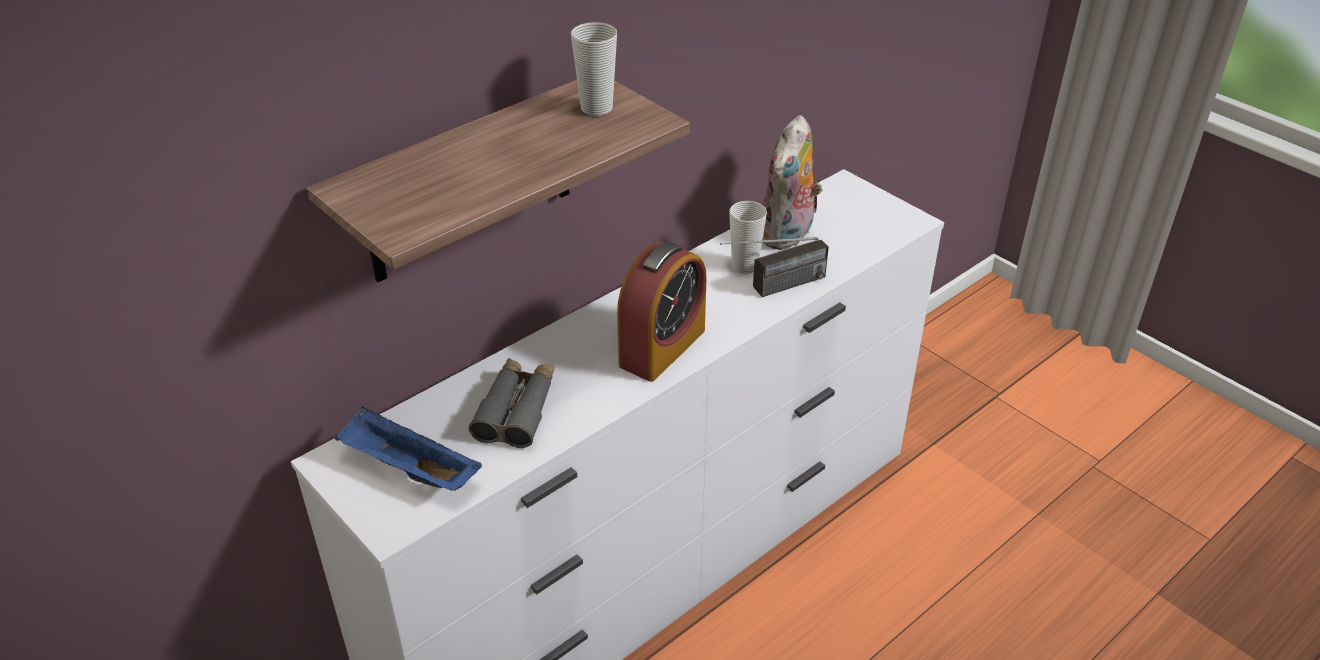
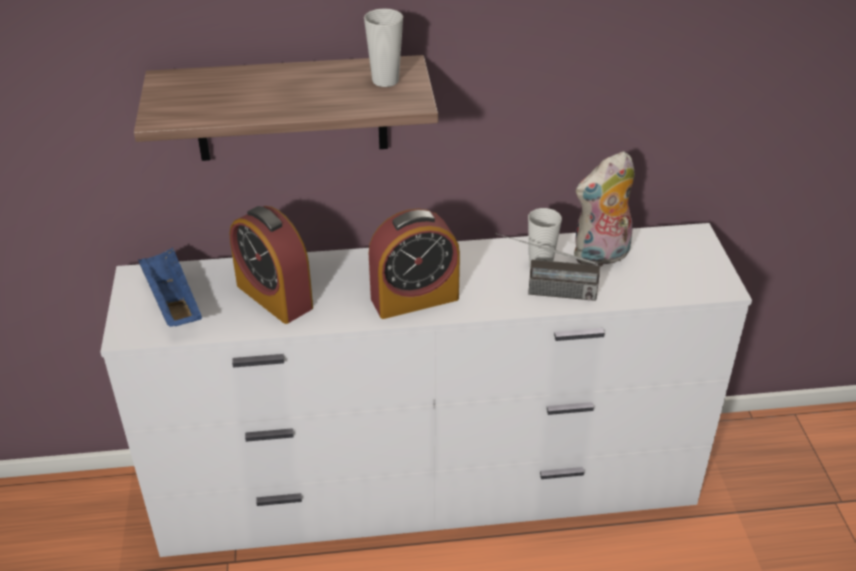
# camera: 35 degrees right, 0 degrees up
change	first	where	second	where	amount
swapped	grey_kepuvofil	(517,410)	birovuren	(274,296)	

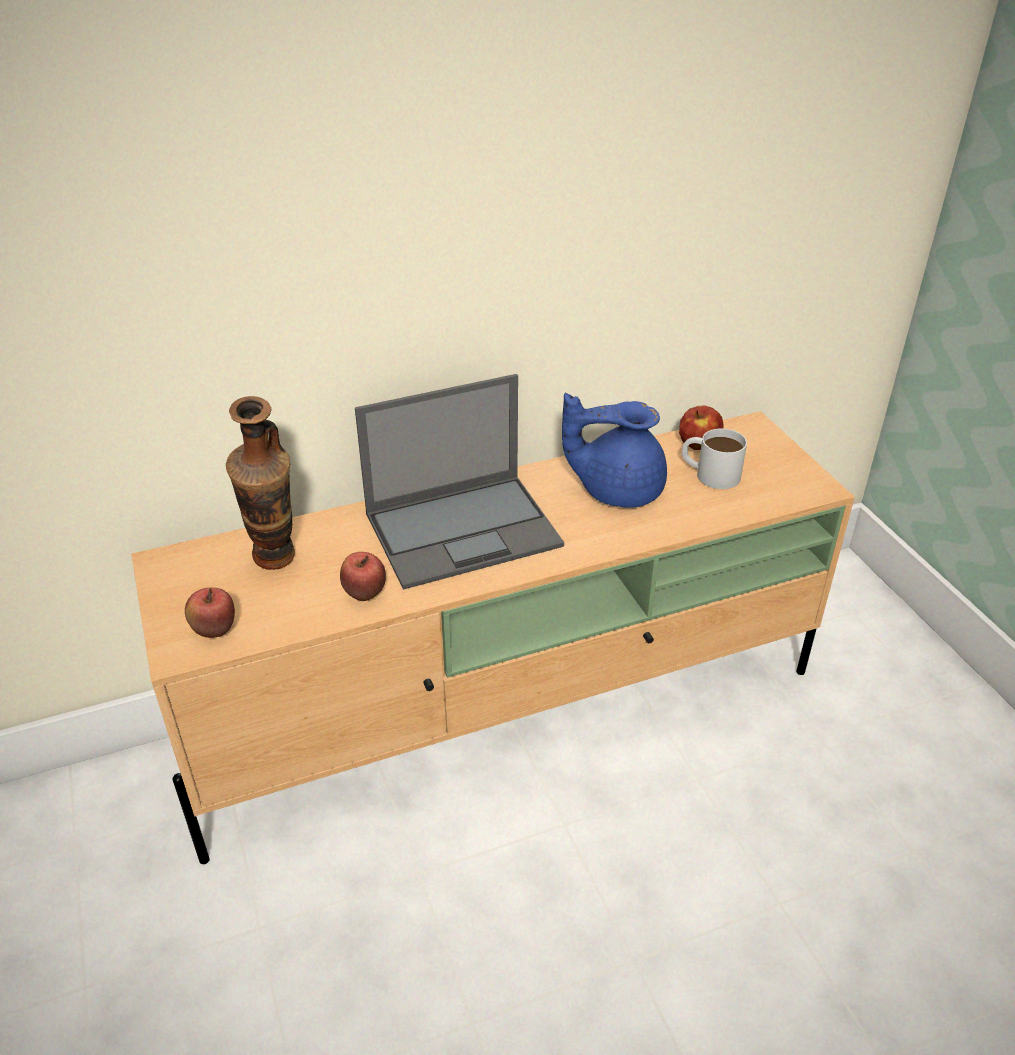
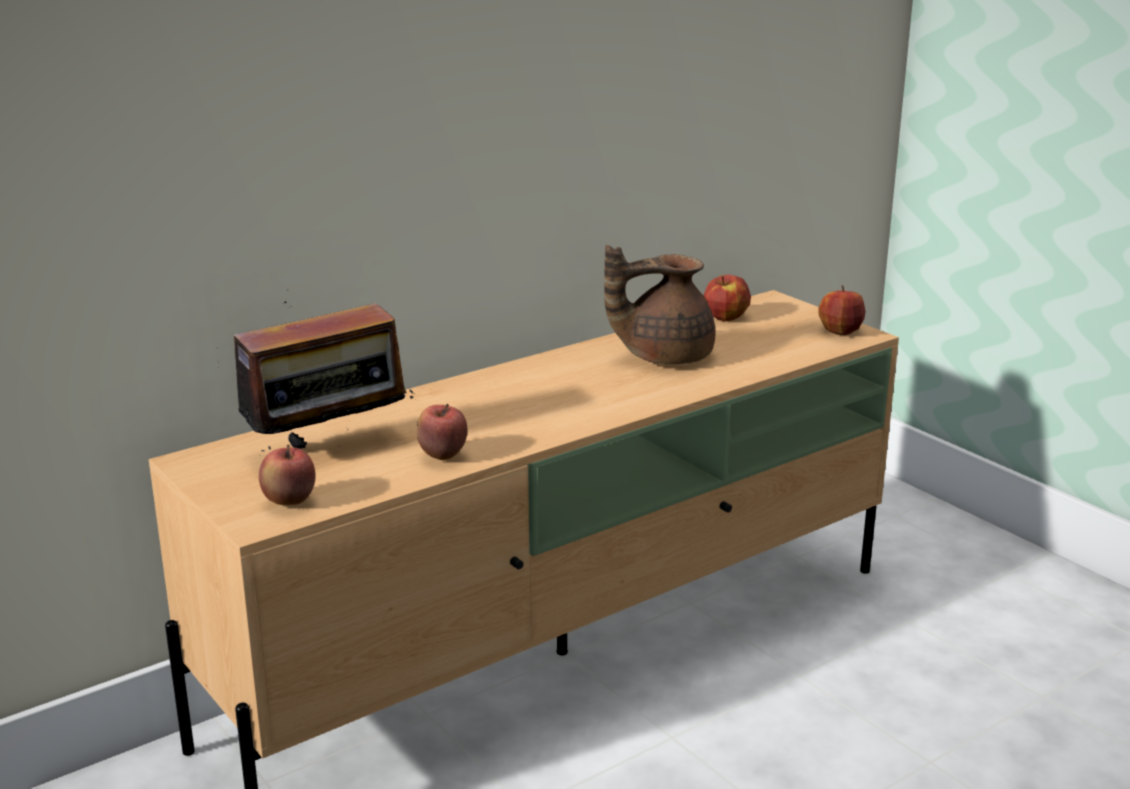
# camera: 15 degrees left, 15 degrees down
change	first	where	second	where	amount
gone	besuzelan	(465,529)			
gone	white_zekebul	(709,473)			
new			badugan	(840,332)	
swapped	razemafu	(277,566)	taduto	(329,448)	
repainted	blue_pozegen	(617,489)	brown_pozegen	(662,356)	

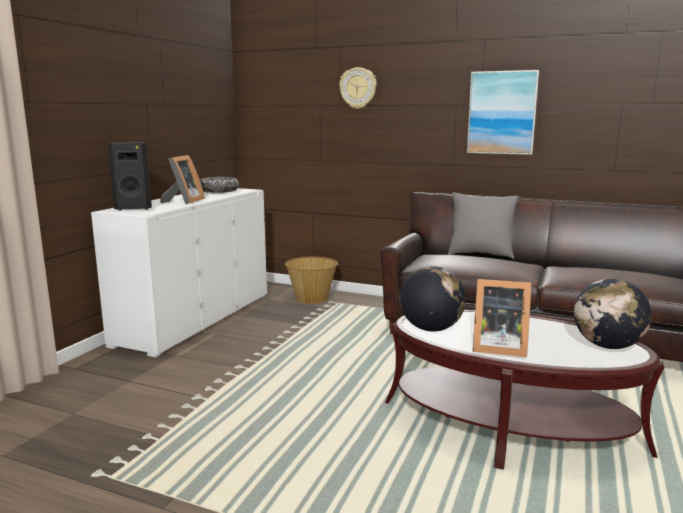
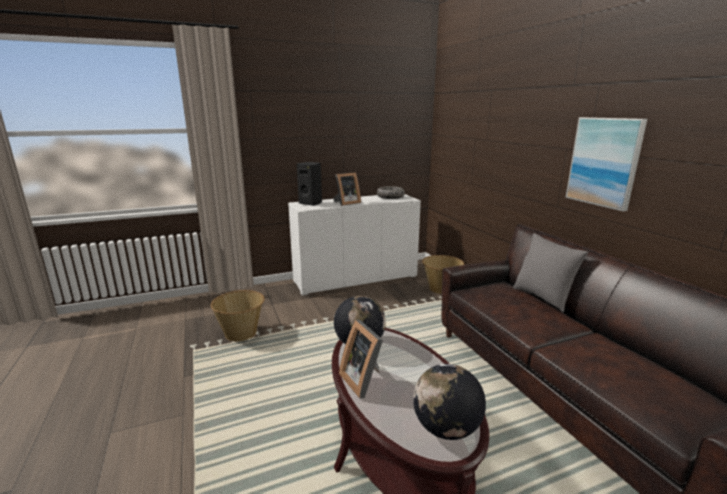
# camera: 45 degrees right, 5 degrees up
change	first	where	second	where	amount
gone	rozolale	(358,88)			
new			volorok	(241,333)	

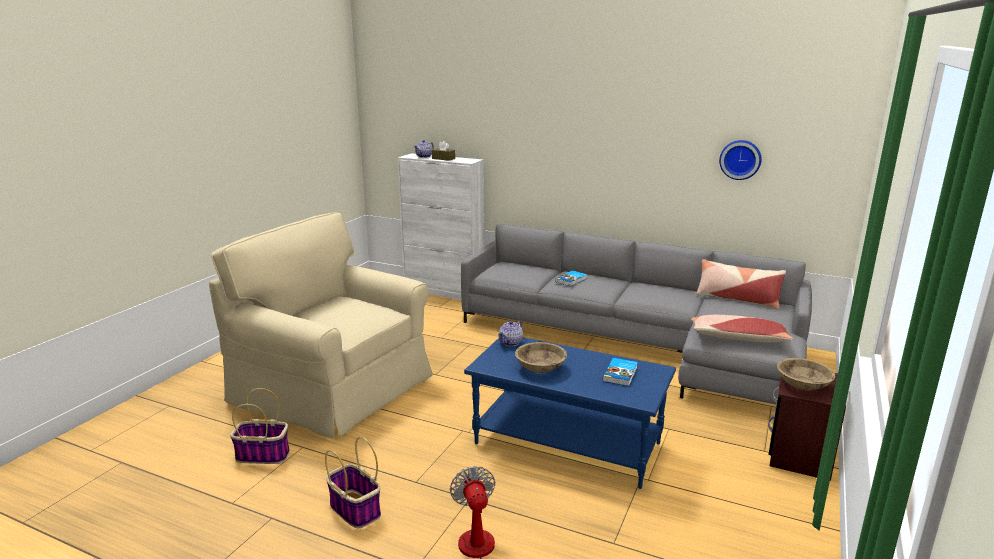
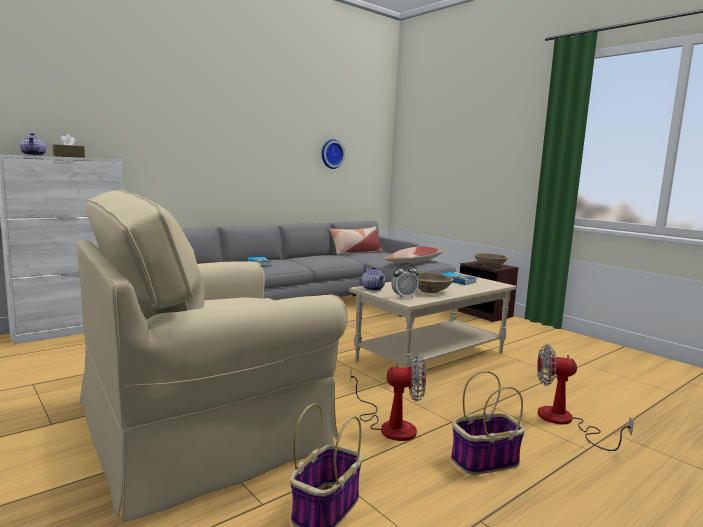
# camera: 65 degrees left, 10 degrees down
change	first	where	second	where	amount
new			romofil	(390,425)	
new			birovuren	(404,297)	
repainted	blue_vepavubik	(568,443)	beige_vepavubik	(431,356)	

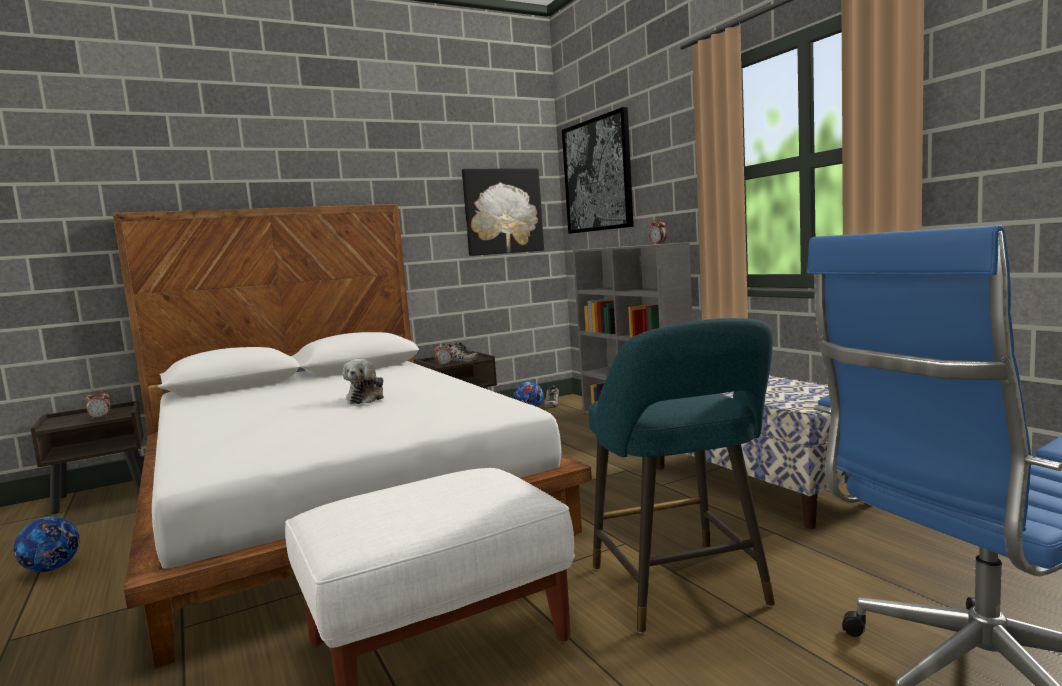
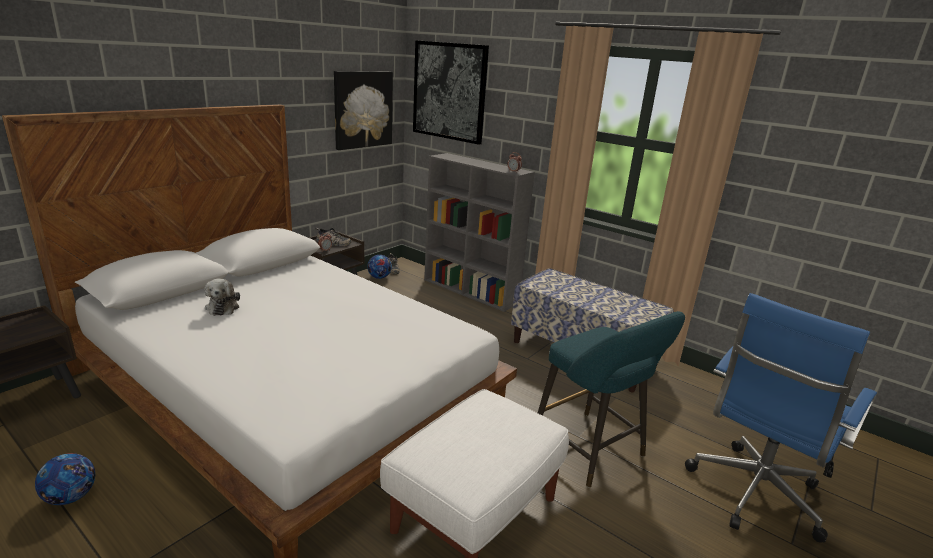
# camera: 25 degrees left, 15 degrees up
change	first	where	second	where	amount
gone	birovuren	(100,417)			
shifted	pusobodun	(367,398)		(223,307)	

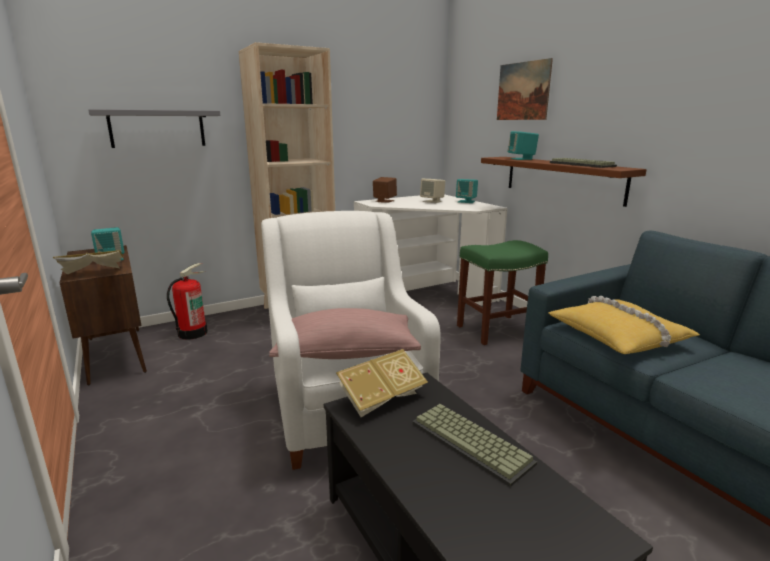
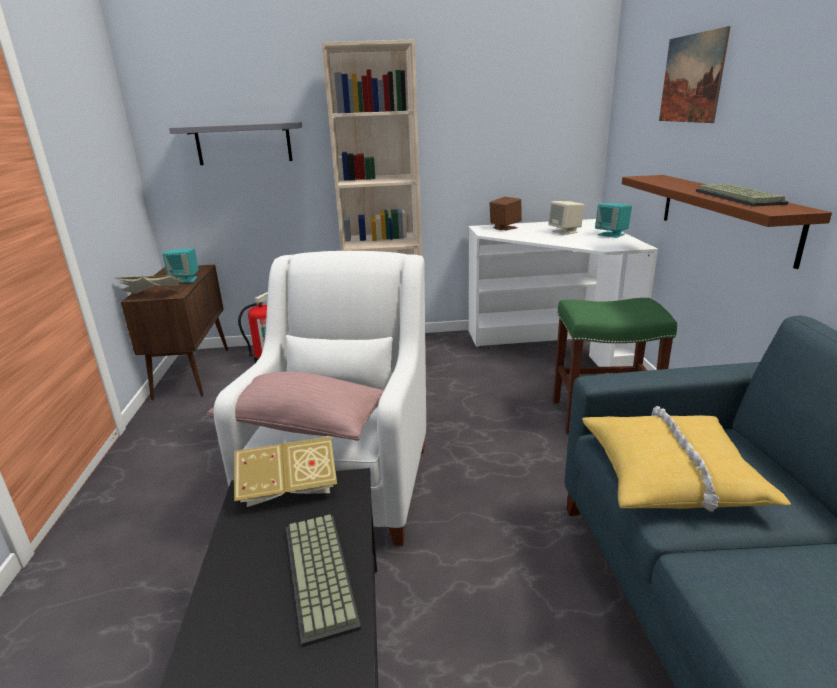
# camera: 25 degrees right, 5 degrees up
change	first	where	second	where	amount
gone	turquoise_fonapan	(521,159)			

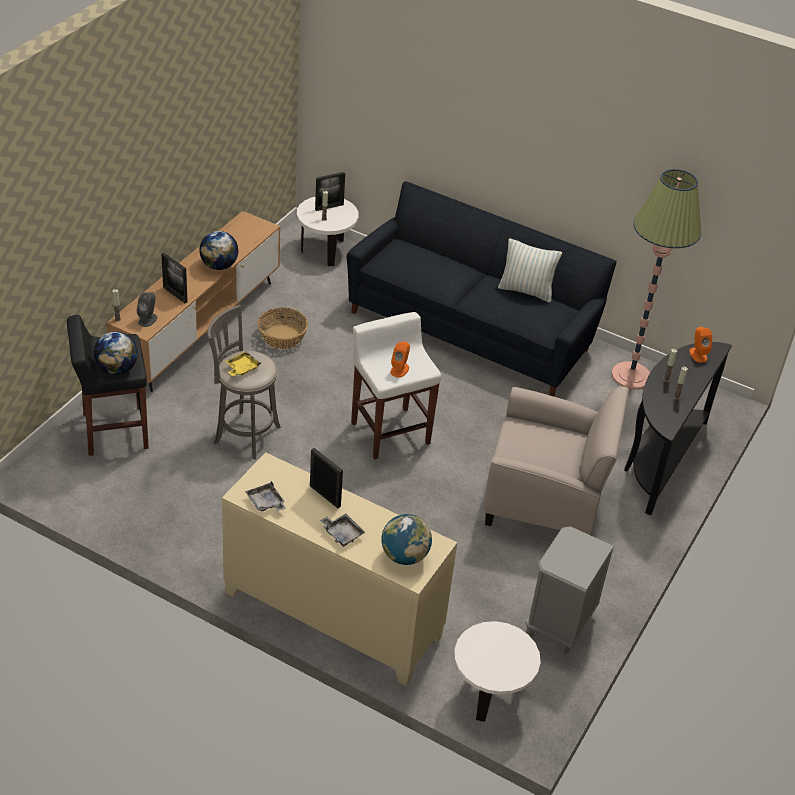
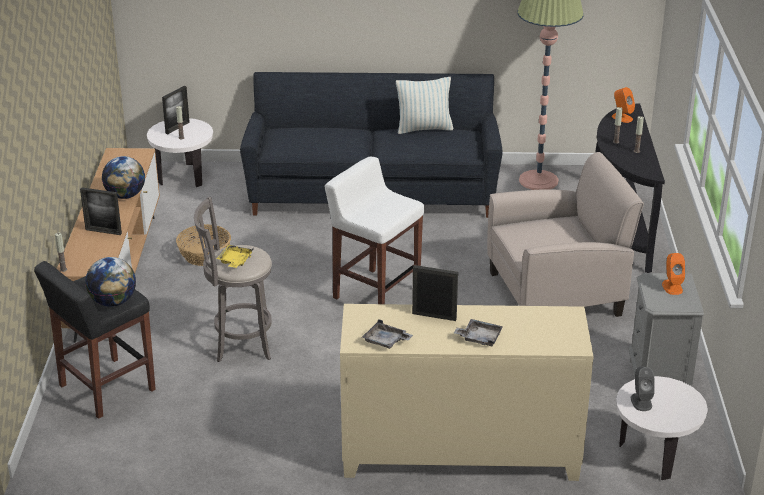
# camera: 25 degrees left, 10 degrees down
change	first	where	second	where	amount
gone	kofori	(404,556)			
shifted	grey_fonapan	(147,319)		(641,401)	
shifted	orange_fonapan	(399,369)		(672,287)	

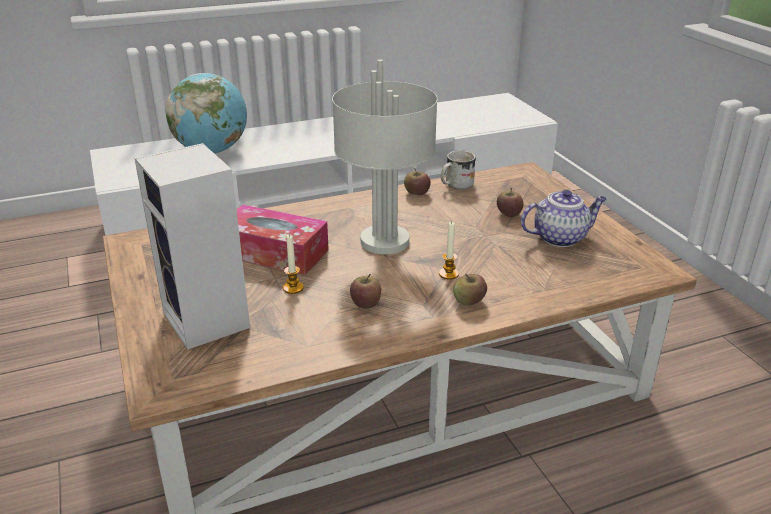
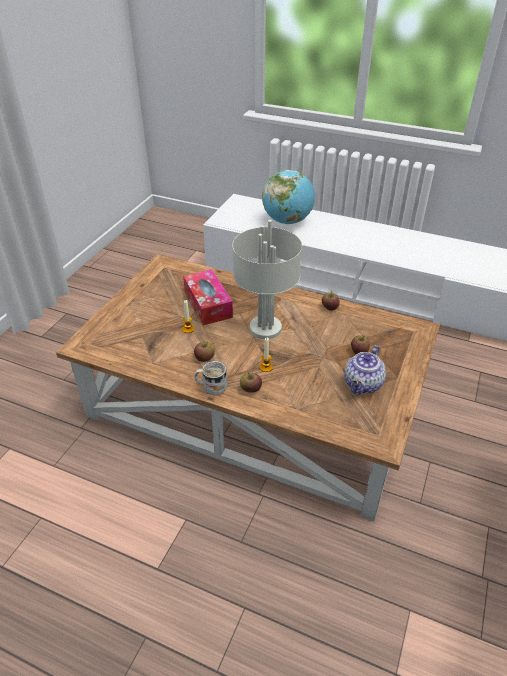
# camera: 45 degrees right, 10 degrees up
change	first	where	second	where	amount
gone	fonapan	(209,321)			
shifted	white_zekebul	(455,185)		(211,387)	
rotated	pozegen	(560,237)		(363,385)	90 degrees clockwise

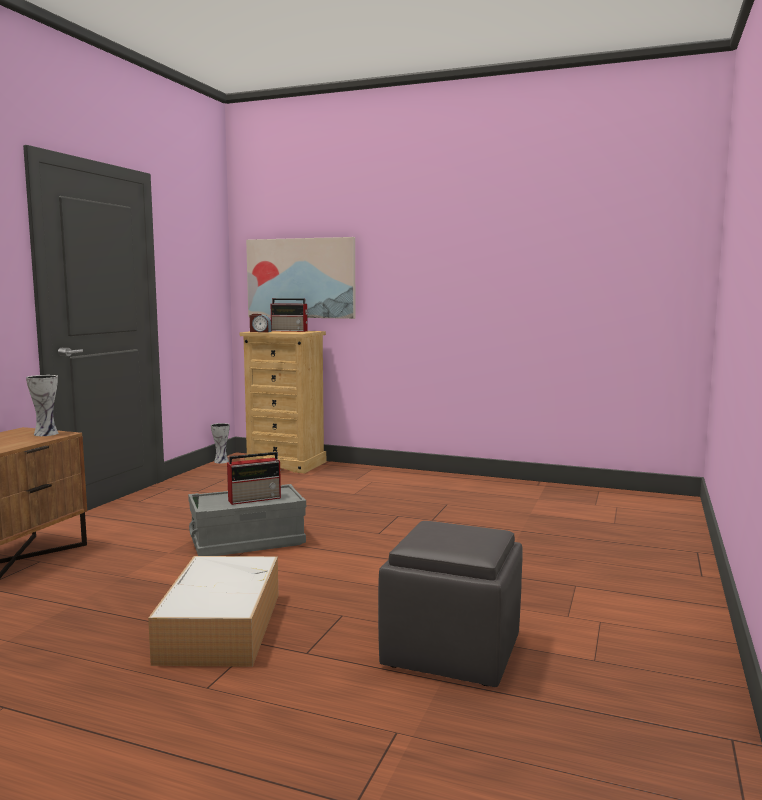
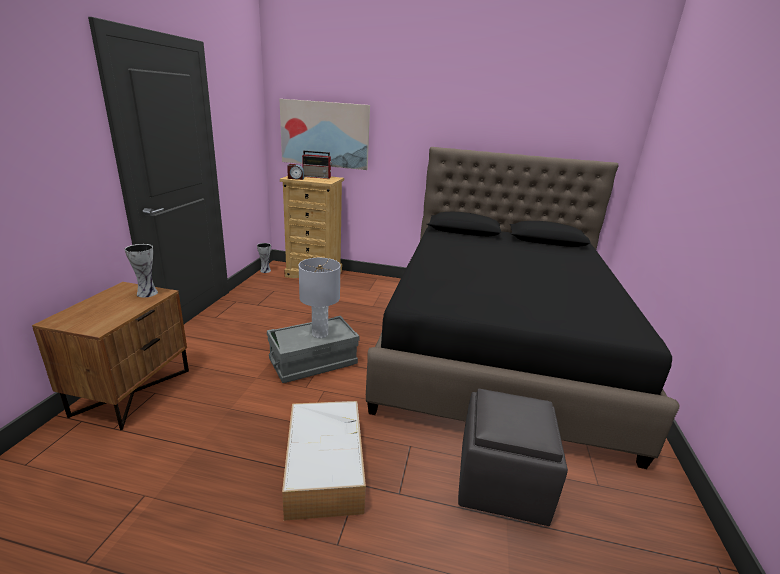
# camera: 10 degrees left, 15 degrees up
change	first	where	second	where	amount
new			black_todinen	(497,346)	
swapped	taduto	(255,499)	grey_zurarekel	(320,334)	

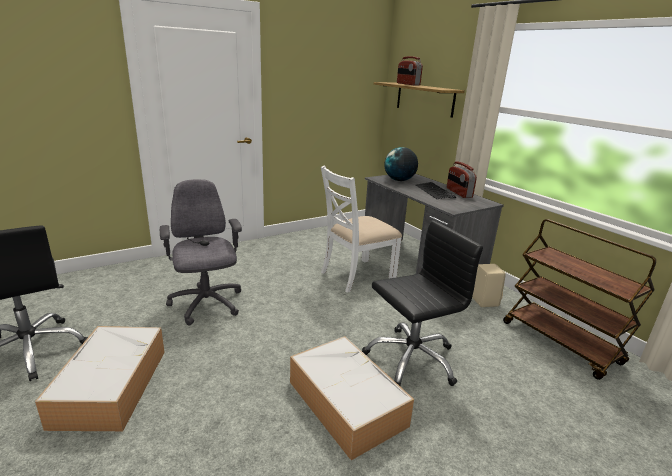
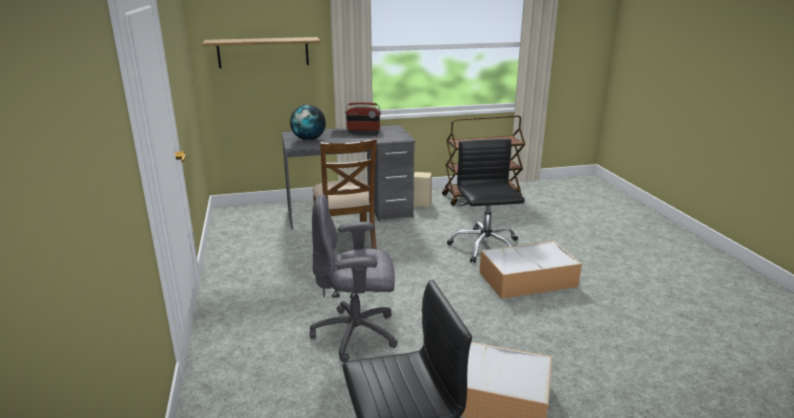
# camera: 70 degrees left, 0 degrees up
change	first	where	second	where	amount
gone	taduto	(407,84)			
repainted	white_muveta	(356,275)	brown_muveta	(346,242)	

